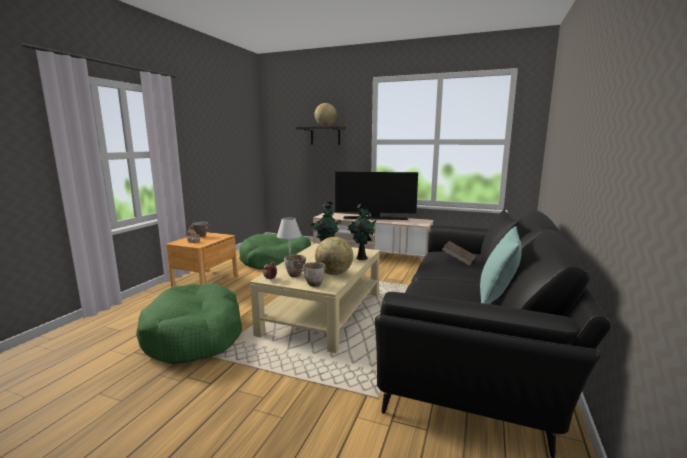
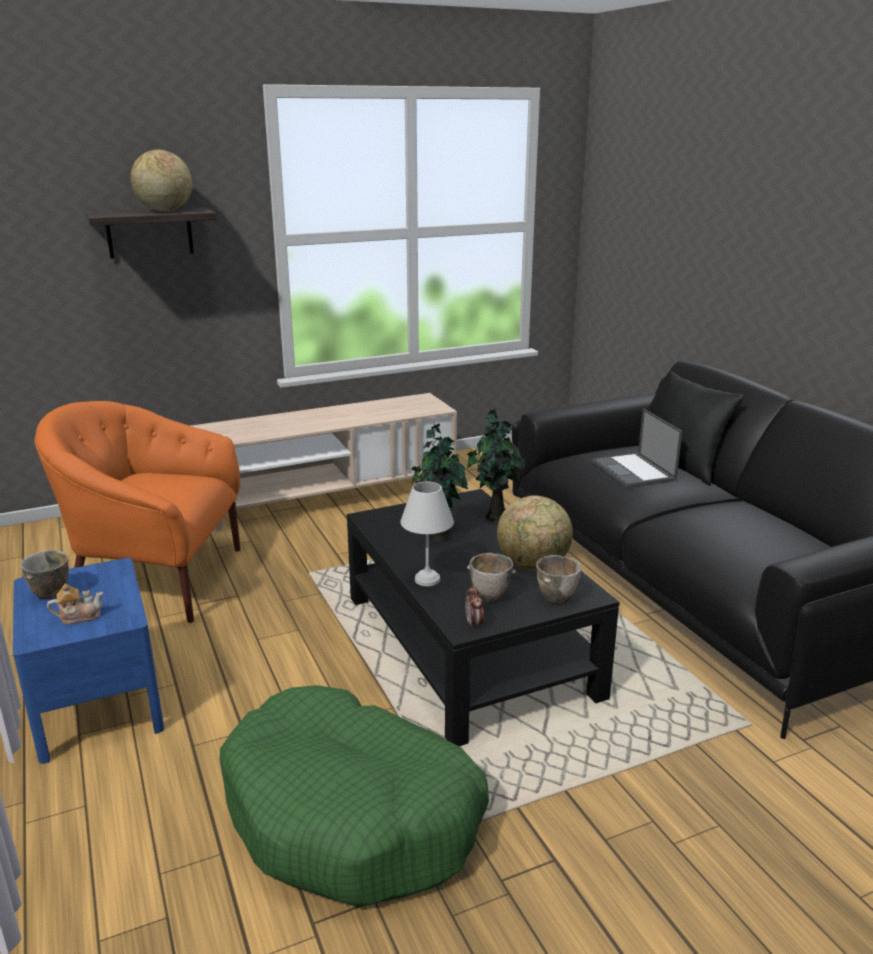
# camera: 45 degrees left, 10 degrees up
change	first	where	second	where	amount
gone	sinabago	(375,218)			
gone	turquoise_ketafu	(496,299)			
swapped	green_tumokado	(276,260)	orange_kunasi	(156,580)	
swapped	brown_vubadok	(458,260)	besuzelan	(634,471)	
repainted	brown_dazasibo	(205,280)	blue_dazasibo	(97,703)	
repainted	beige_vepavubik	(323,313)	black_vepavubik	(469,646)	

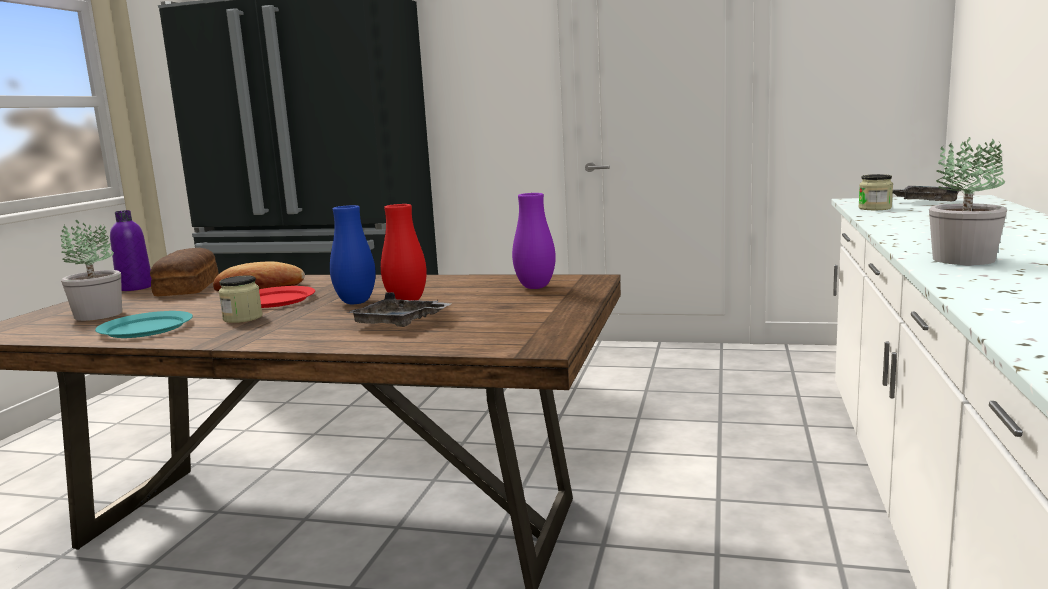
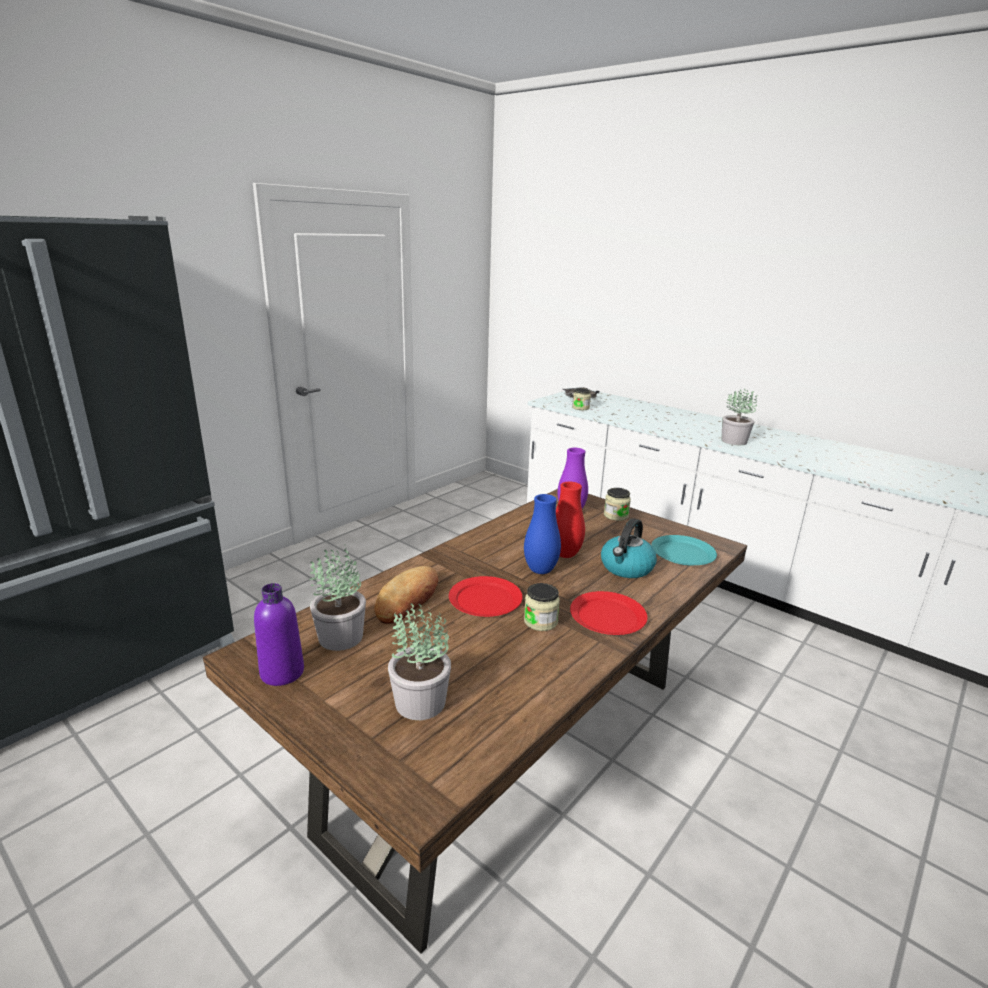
# camera: 65 degrees left, 10 degrees up
change	first	where	second	where	amount
new			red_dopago	(607,616)	
new			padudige	(616,515)	
shifted	turquoise_dopago	(145,328)		(683,553)	
swapped	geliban	(189,286)	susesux	(340,636)	
swapped	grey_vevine	(399,323)	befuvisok	(626,568)	

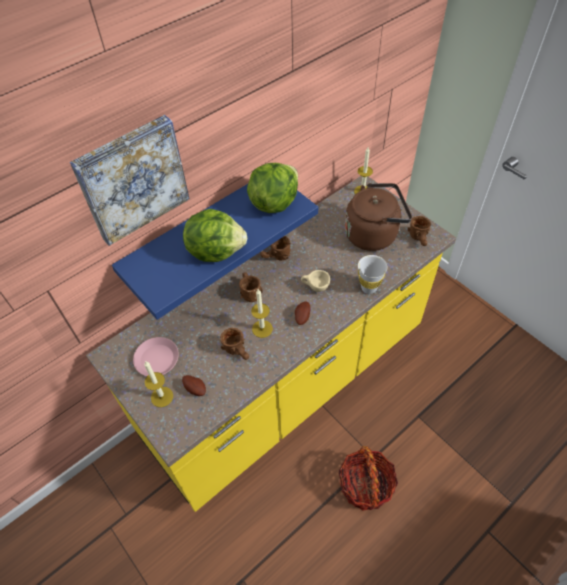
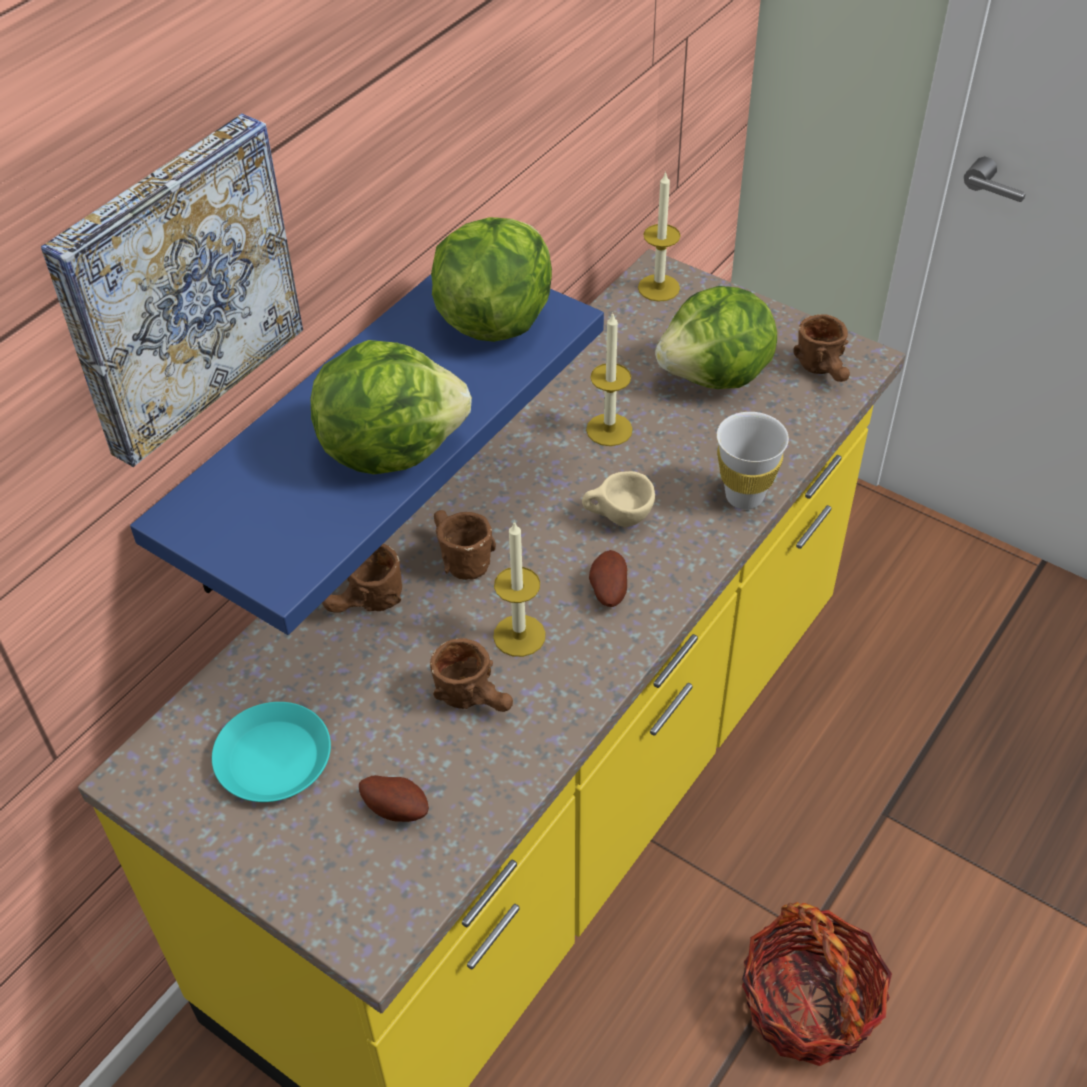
# camera: 15 degrees left, 5 degrees down
change	first	where	second	where	amount
shifted	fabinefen	(162,397)		(609,429)	
shifted	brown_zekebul	(276,257)		(366,606)	
swapped	brown_befuvisok	(374,234)	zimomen	(716,377)	
repainted	pink_dopago	(156,359)	turquoise_dopago	(273,759)	

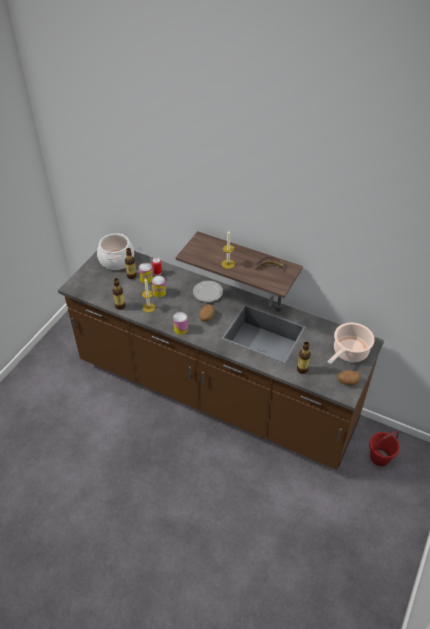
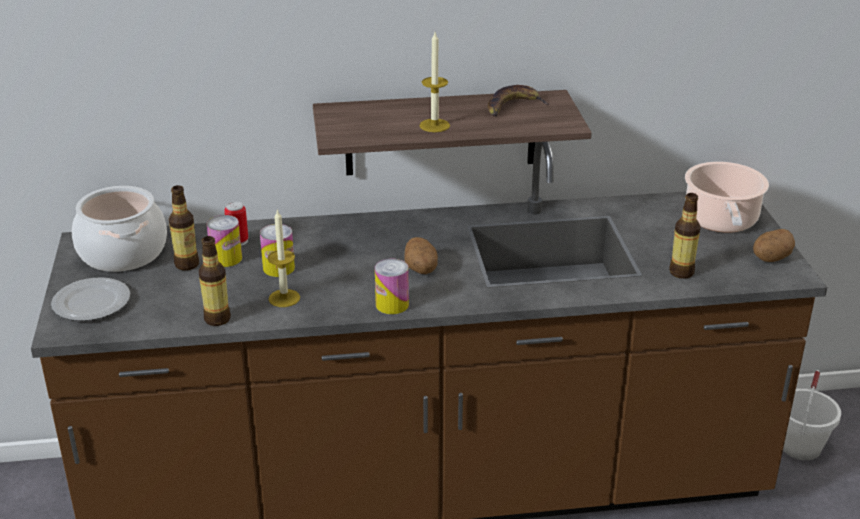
# camera: 35 degrees left, 15 degrees down
change	first	where	second	where	amount
shifted	dopago	(207,292)		(91,303)	
repainted	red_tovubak	(379,458)	white_tovubak	(801,447)	

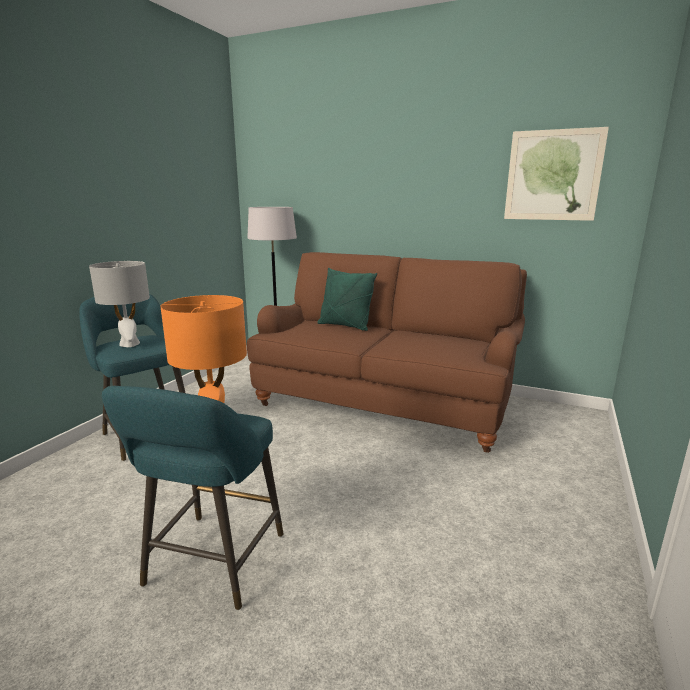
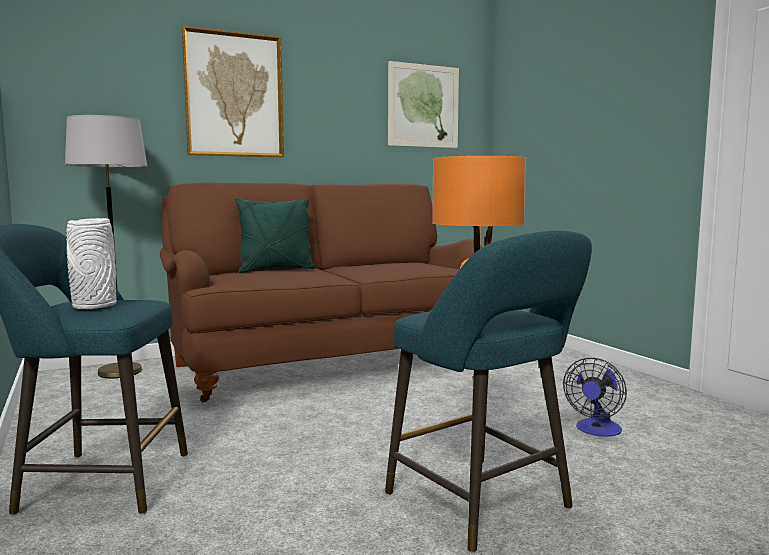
# camera: 50 degrees left, 10 degrees down
change	first	where	second	where	amount
new			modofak	(234,95)	
new			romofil	(596,430)	
swapped	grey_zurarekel	(129,344)	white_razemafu	(94,306)	

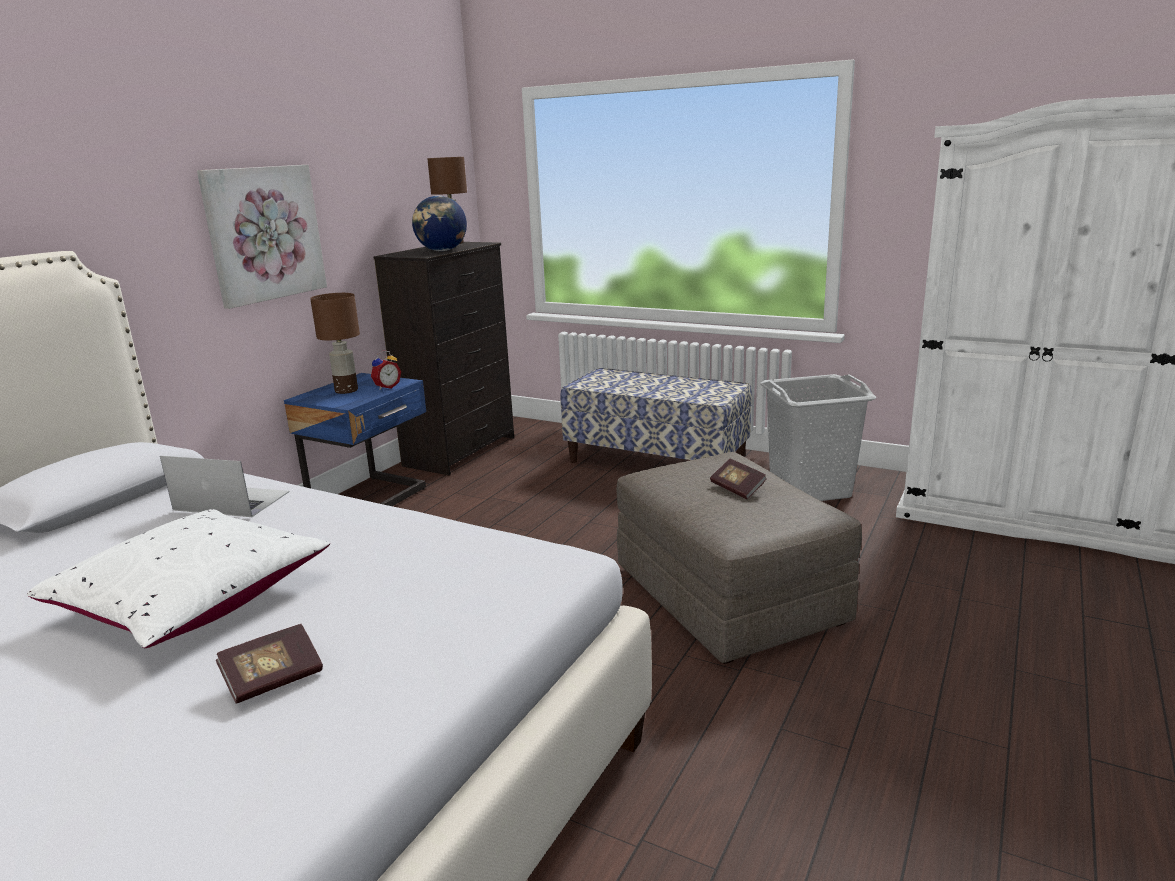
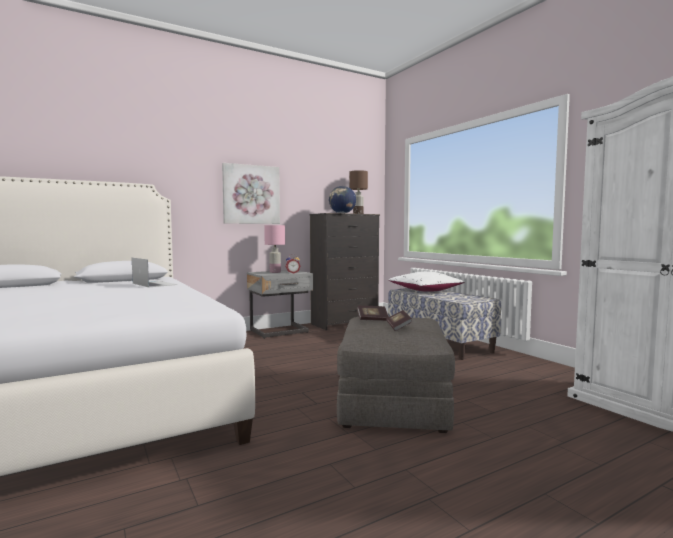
# camera: 30 degrees right, 15 degrees down
change	first	where	second	where	amount
gone	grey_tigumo	(810,489)			
shifted	white_ketafu	(192,600)		(425,290)	
shifted	vubadok	(273,679)		(372,319)	
repainted	blue_dazasibo	(372,500)	grey_dazasibo	(280,332)	
repainted	brown_zurarekel	(347,390)	pink_zurarekel	(275,272)	

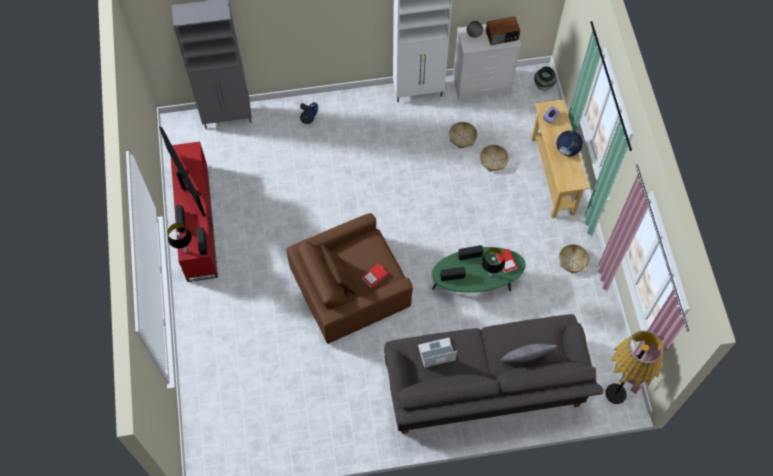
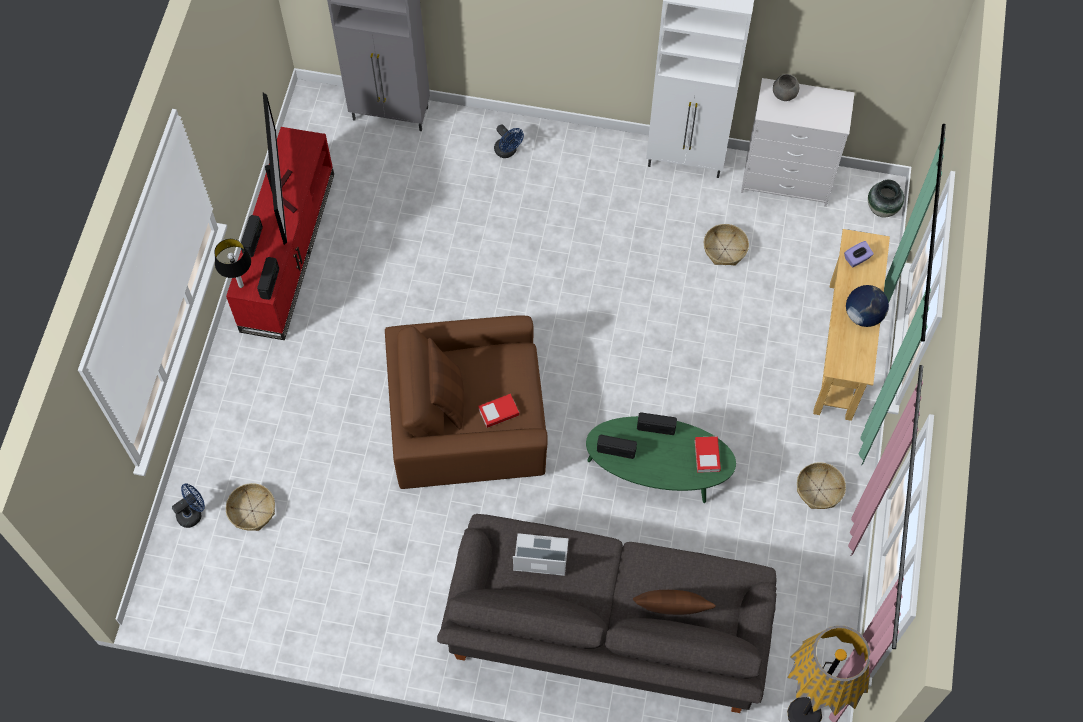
# camera: 20 degrees right, 0 degrees up
change	first	where	second	where	amount
gone	zurarekel	(490,275)			
gone	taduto	(502,36)			
new			blue_romofil	(192,513)	
shifted	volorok	(493,160)		(252,510)	
repainted	grey_ketafu	(525,360)	brown_ketafu	(670,612)	

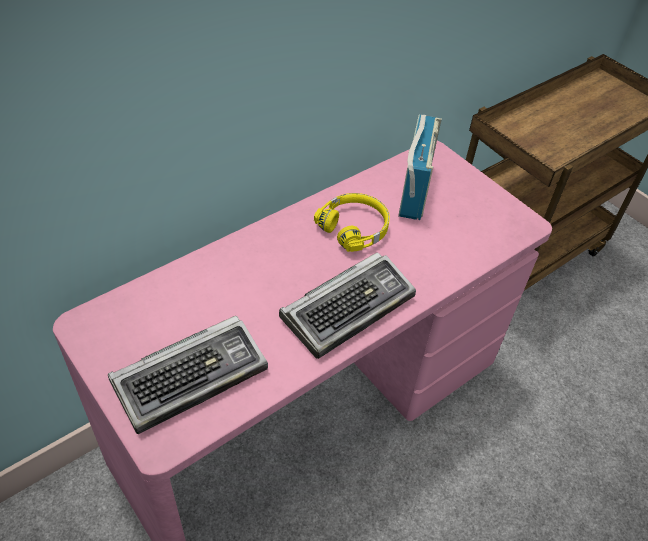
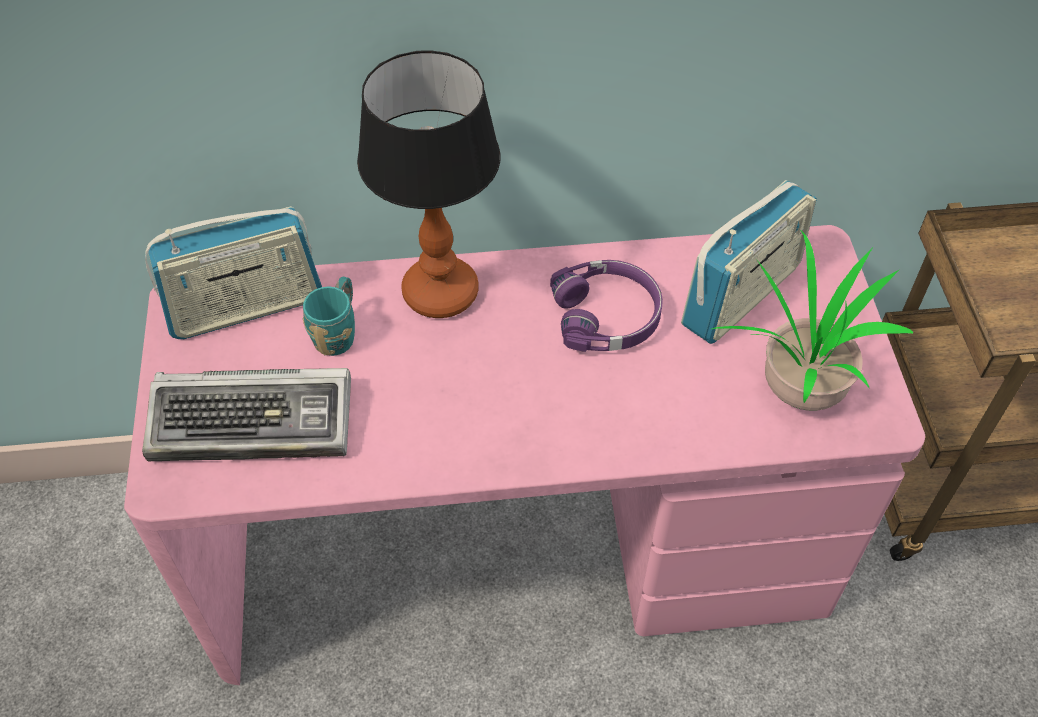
# camera: 35 degrees right, 5 degrees up
change	first	where	second	where	amount
gone	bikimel	(349,308)			
new			taduto	(246,308)	
new			turquoise_zekebul	(338,332)	
new			zurarekel	(439,294)	
new			susesux	(798,386)	
repainted	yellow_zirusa	(354,227)	purple_zirusa	(607,316)	

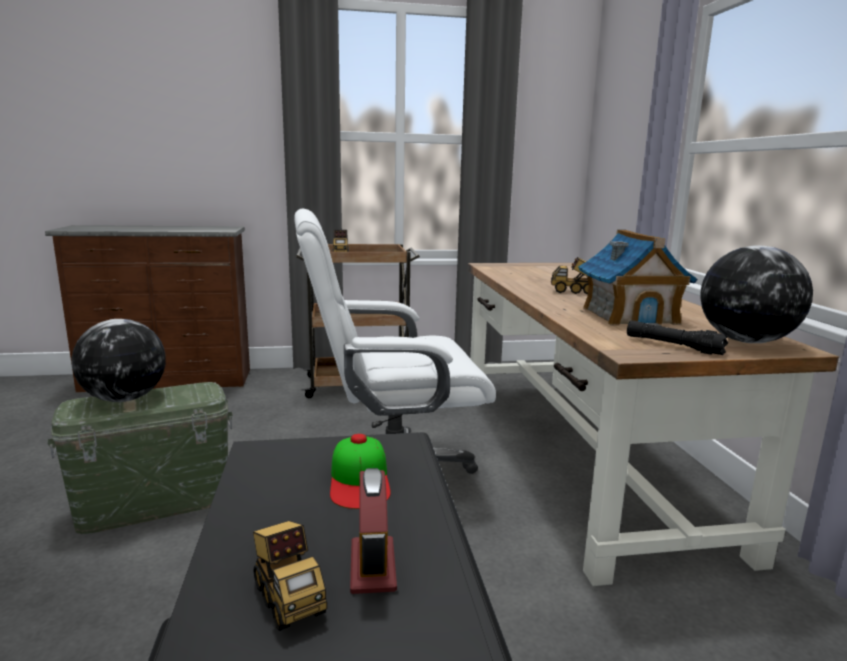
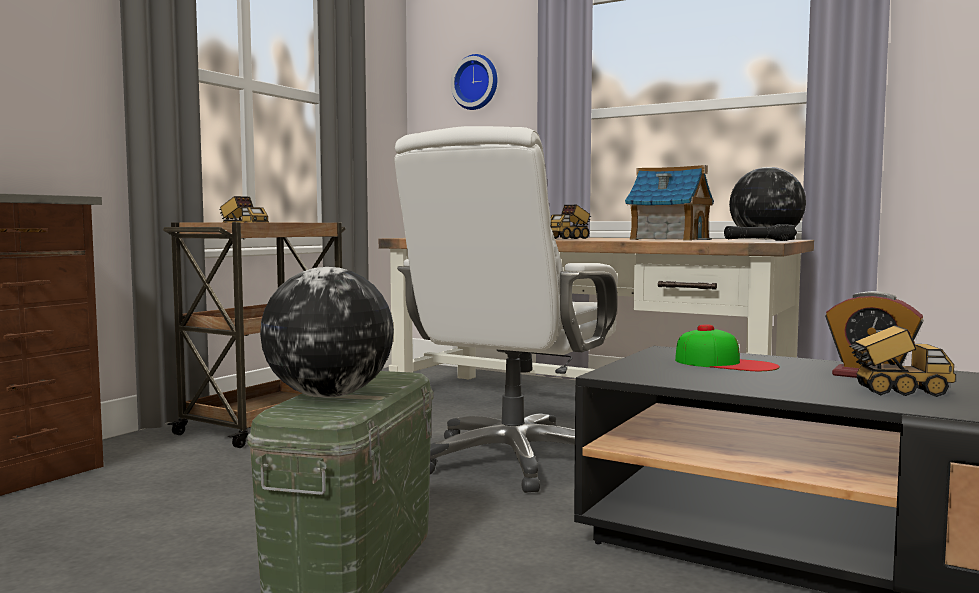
# camera: 50 degrees left, 10 degrees down
change	first	where	second	where	amount
new			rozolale	(476,83)	

